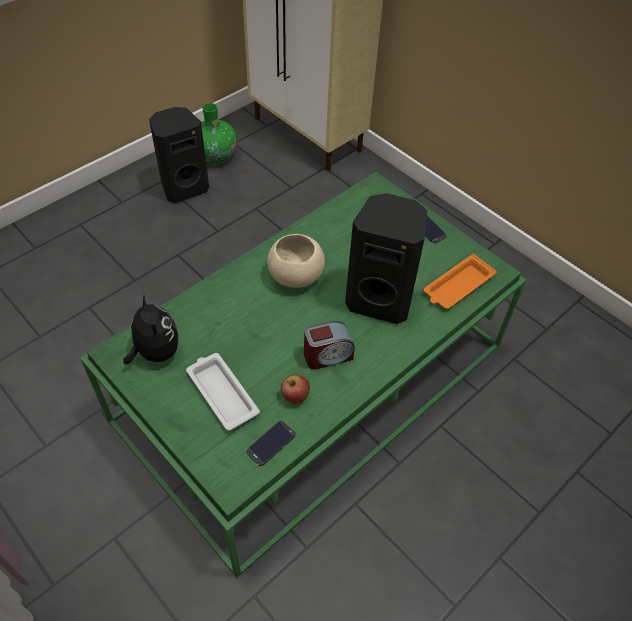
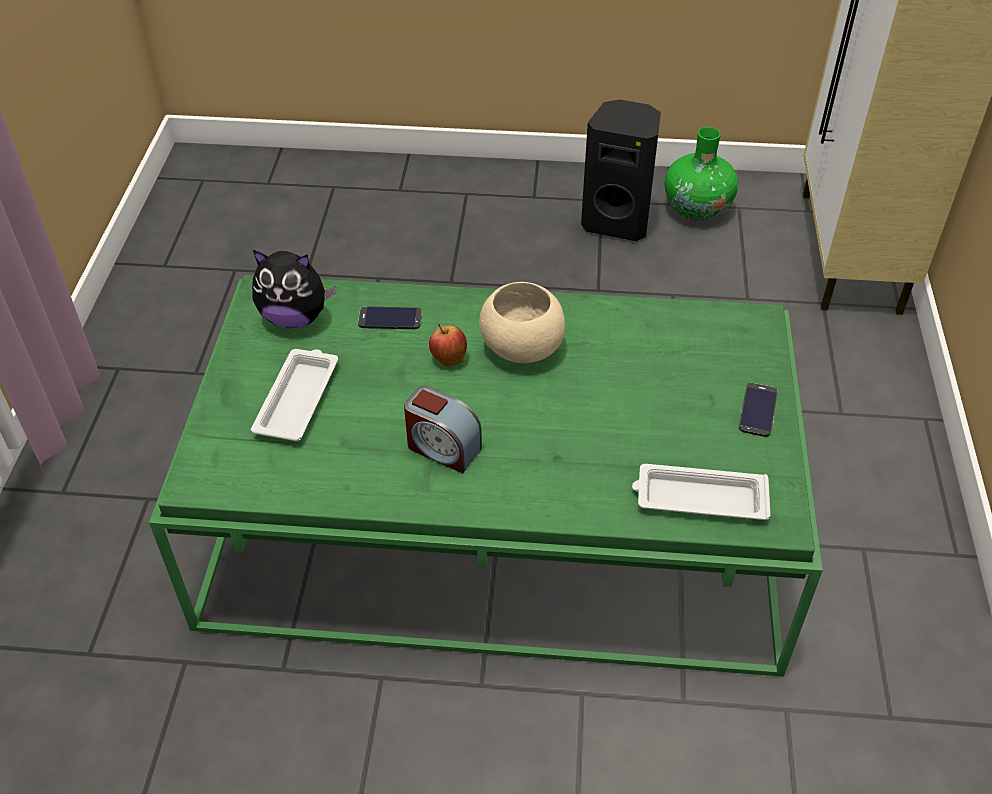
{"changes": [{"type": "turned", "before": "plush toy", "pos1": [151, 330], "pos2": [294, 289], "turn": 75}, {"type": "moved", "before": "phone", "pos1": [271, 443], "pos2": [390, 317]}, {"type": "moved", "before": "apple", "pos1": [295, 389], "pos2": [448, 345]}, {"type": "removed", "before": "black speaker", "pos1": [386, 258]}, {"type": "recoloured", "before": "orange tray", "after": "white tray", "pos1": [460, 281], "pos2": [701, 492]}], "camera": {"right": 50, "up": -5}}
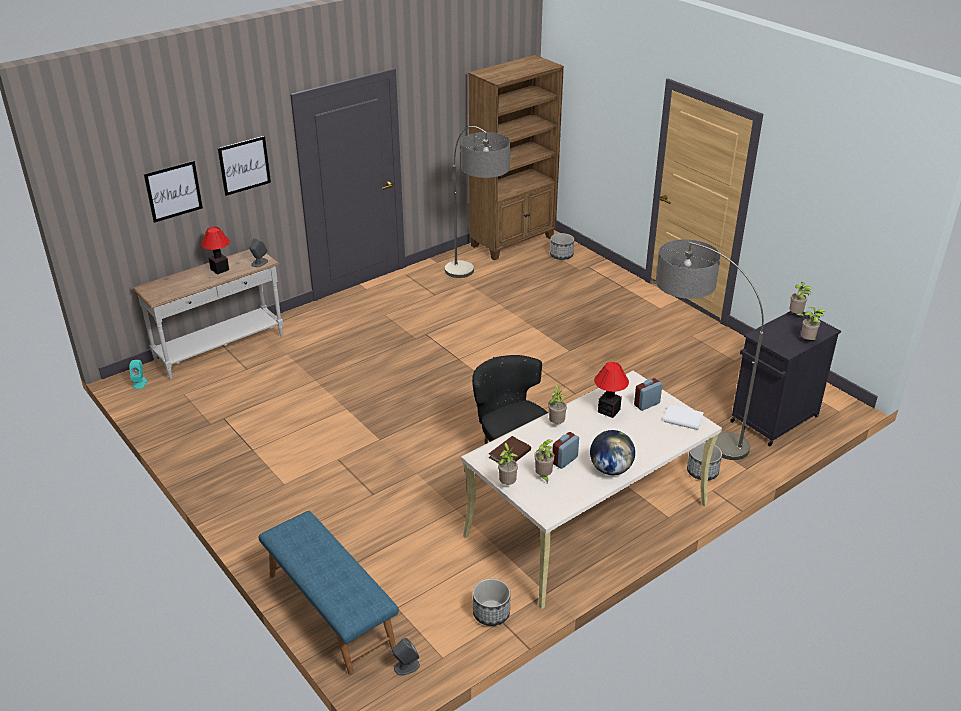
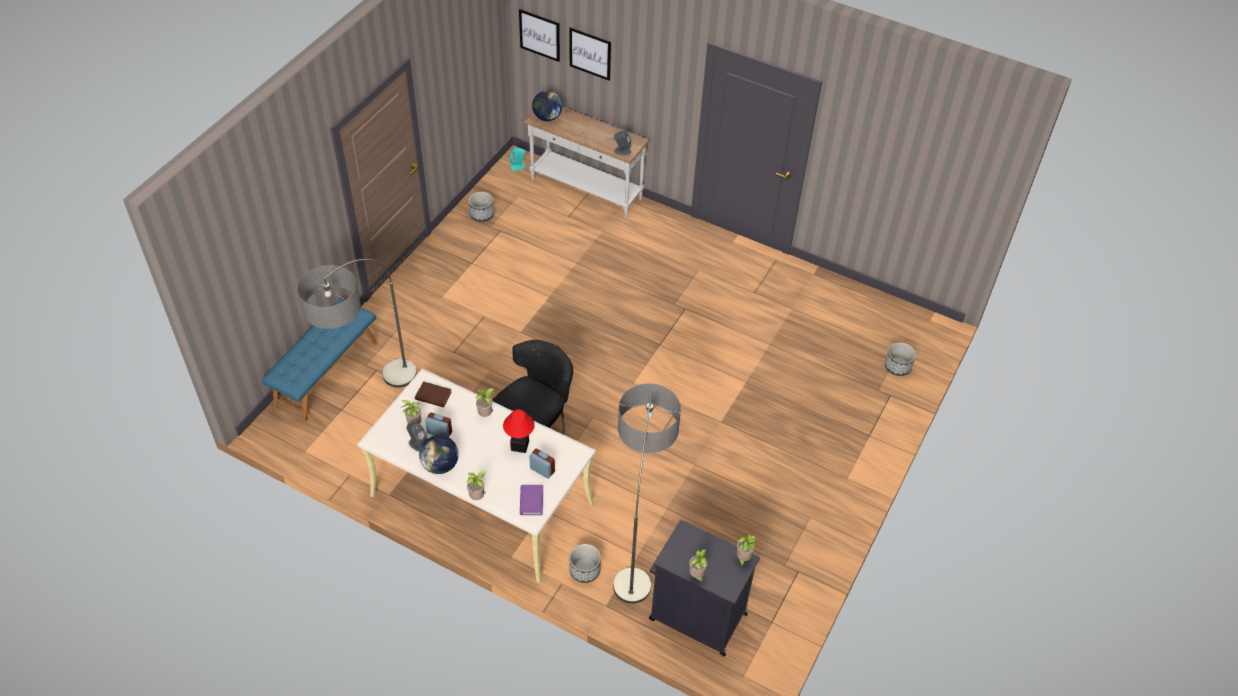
{"changes": [{"type": "removed", "before": "table lamp", "pos1": [215, 251]}, {"type": "moved", "before": "picture", "pos1": [244, 166], "pos2": [539, 35]}, {"type": "moved", "before": "grey speaker", "pos1": [406, 657], "pos2": [417, 437]}, {"type": "moved", "before": "floor lamp", "pos1": [477, 202], "pos2": [357, 323]}, {"type": "removed", "before": "brown bookcase", "pos1": [516, 157]}, {"type": "moved", "before": "planter", "pos1": [492, 602], "pos2": [481, 206]}, {"type": "moved", "before": "potted plant", "pos1": [508, 464], "pos2": [476, 485]}, {"type": "recoloured", "before": "white book", "after": "purple book", "pos1": [684, 417], "pos2": [531, 500]}, {"type": "added", "after": "globe", "pos2": [547, 106]}], "camera": {"right": 65, "up": 15}}
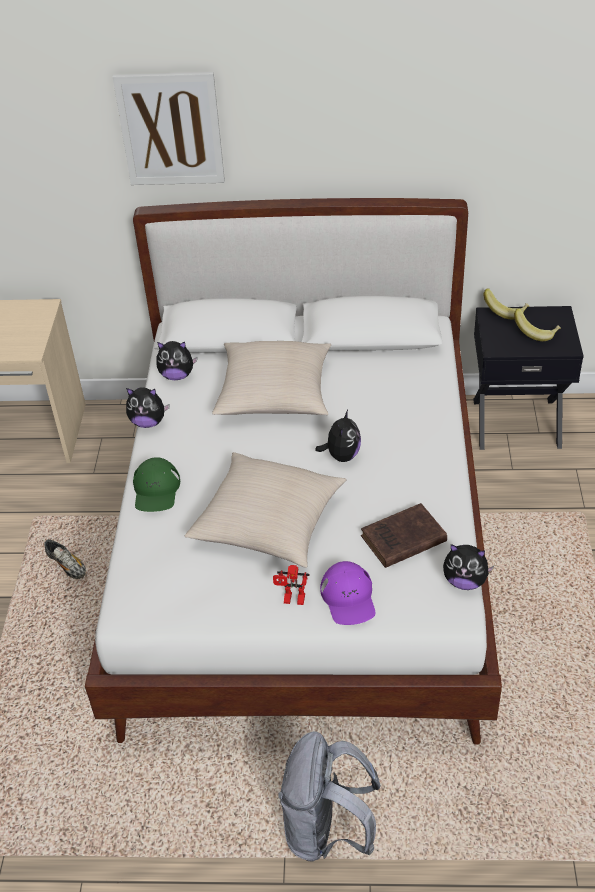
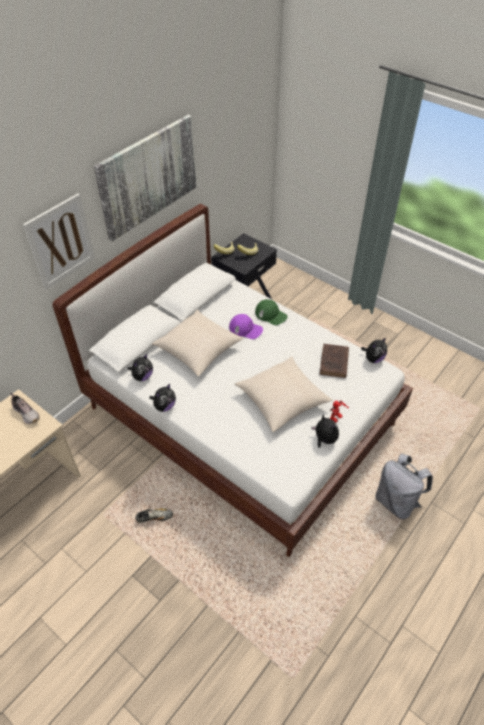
{"changes": [{"type": "moved", "before": "green cap", "pos1": [156, 484], "pos2": [271, 312]}, {"type": "moved", "before": "plush toy", "pos1": [338, 436], "pos2": [325, 431]}, {"type": "moved", "before": "purple cap", "pos1": [348, 593], "pos2": [246, 326]}, {"type": "added", "after": "shoe", "pos2": [24, 408]}, {"type": "added", "after": "picture", "pos2": [145, 178]}], "camera": {"right": -55, "up": 5}}
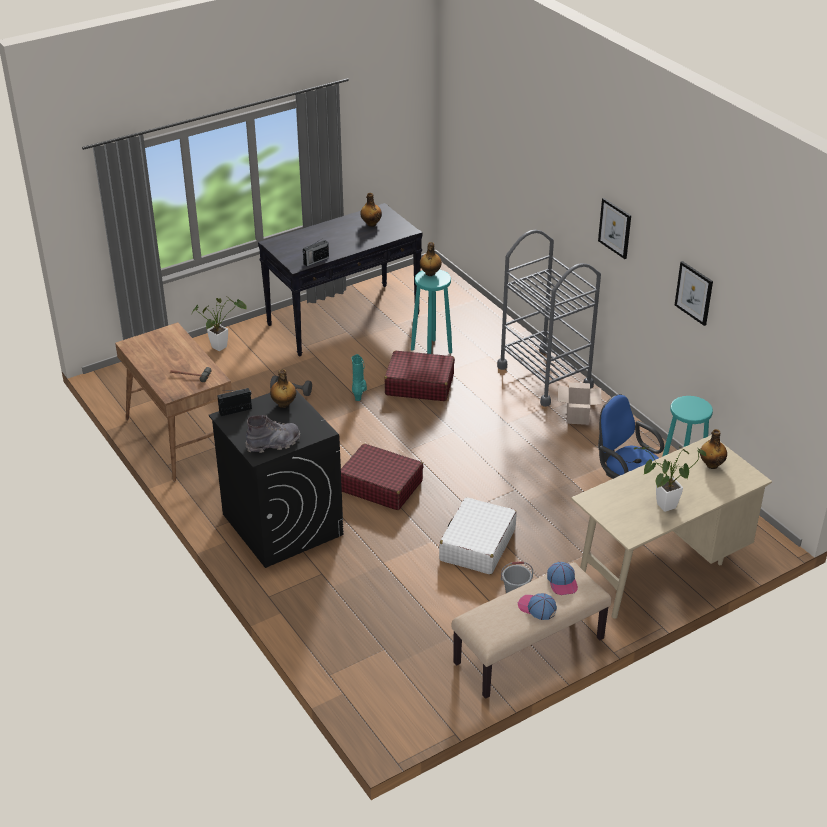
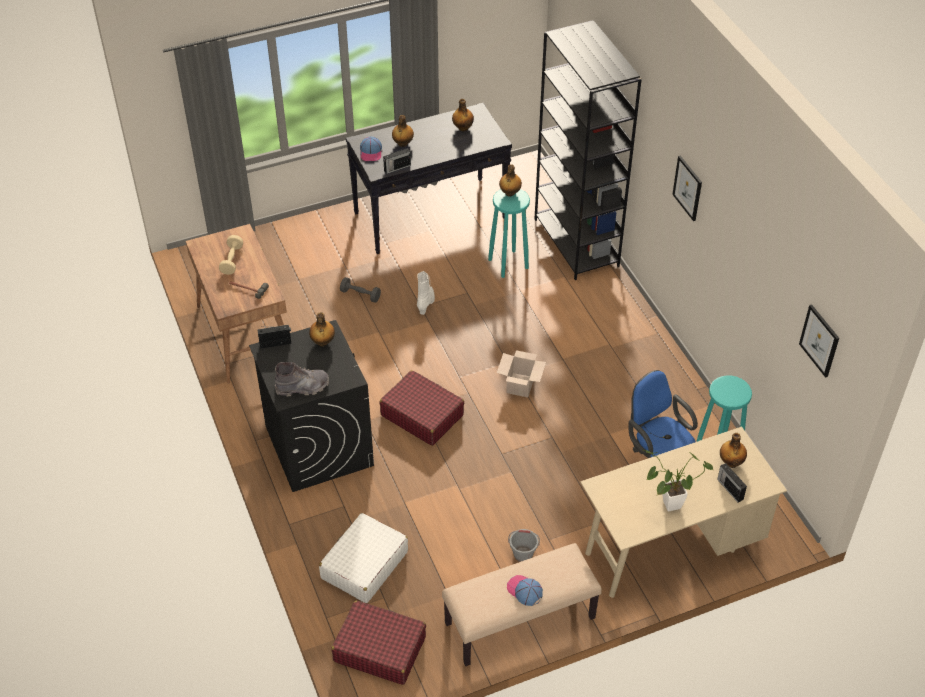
{"changes": [{"type": "removed", "before": "potted plant", "pos1": [219, 324]}, {"type": "recoloured", "before": "turquoise boot", "after": "white boot", "pos1": [359, 377], "pos2": [426, 293]}, {"type": "moved", "before": "red suitcase", "pos1": [419, 376], "pos2": [379, 643]}, {"type": "moved", "before": "white suitcase", "pos1": [478, 536], "pos2": [363, 558]}, {"type": "removed", "before": "grey cart", "pos1": [549, 318]}, {"type": "moved", "before": "cap", "pos1": [562, 578], "pos2": [371, 148]}, {"type": "moved", "before": "cardboard box", "pos1": [580, 403], "pos2": [521, 373]}, {"type": "moved", "before": "picture", "pos1": [694, 293], "pos2": [819, 341]}, {"type": "added", "after": "beige dumbbell", "pos2": [231, 255]}, {"type": "added", "after": "bottle", "pos2": [403, 131]}, {"type": "added", "after": "black bookcase", "pos2": [588, 150]}, {"type": "added", "after": "radio", "pos2": [732, 482]}], "camera": {"right": 10, "up": 10}}
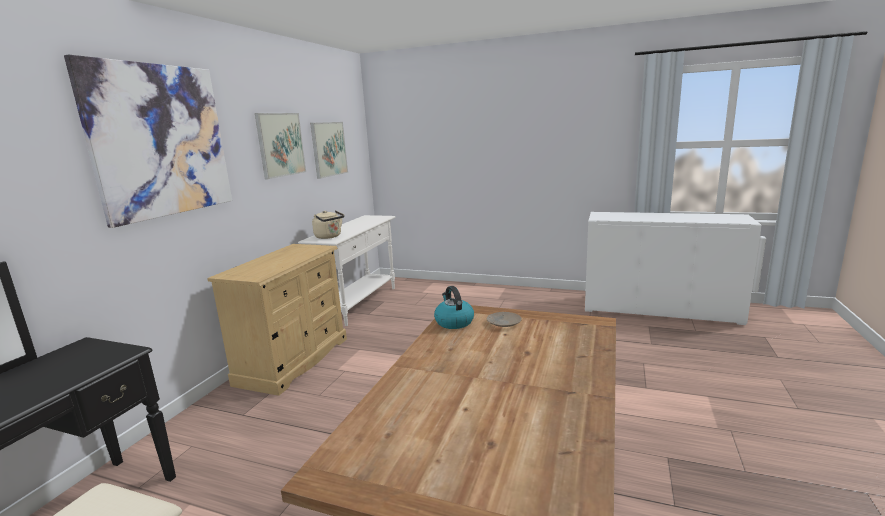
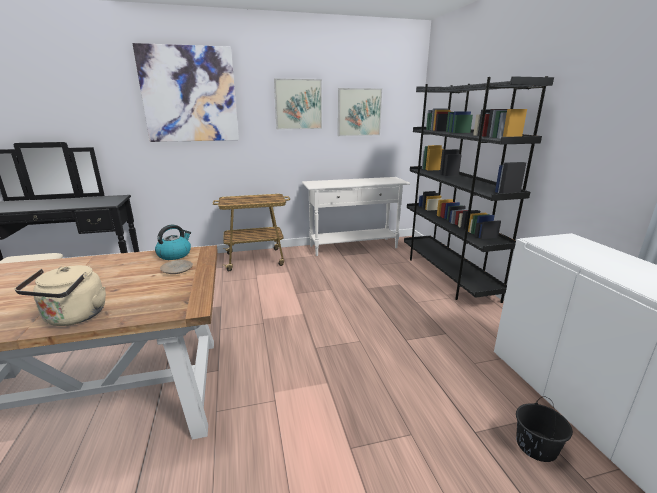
{"changes": [{"type": "replaced", "before": "beige dresser", "after": "cart", "pos1": [277, 320], "pos2": [251, 232]}, {"type": "moved", "before": "beige kettle", "pos1": [328, 224], "pos2": [60, 295]}, {"type": "added", "after": "black bookcase", "pos2": [479, 189]}, {"type": "added", "after": "black bucket", "pos2": [544, 429]}], "camera": {"right": 55, "up": 5}}
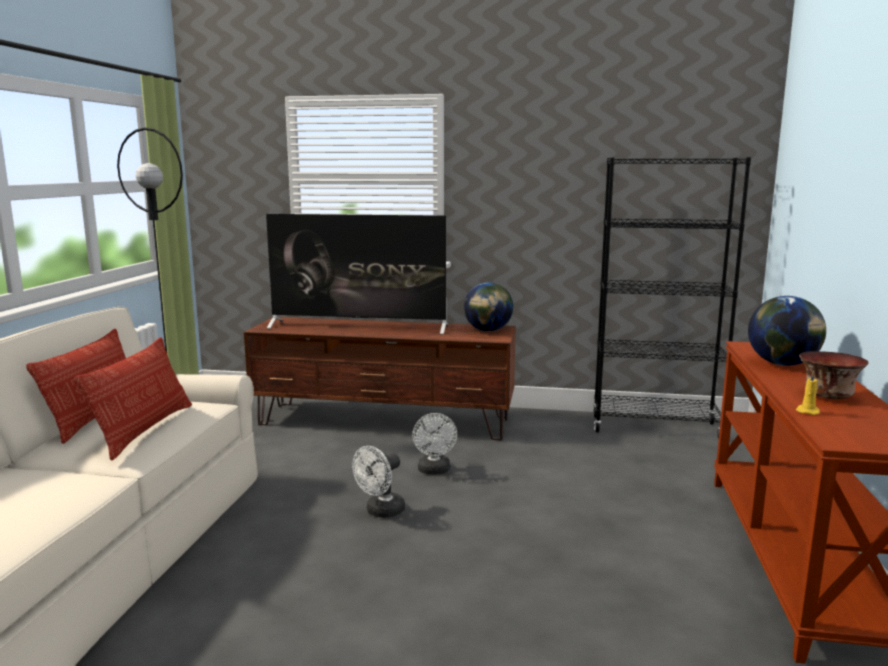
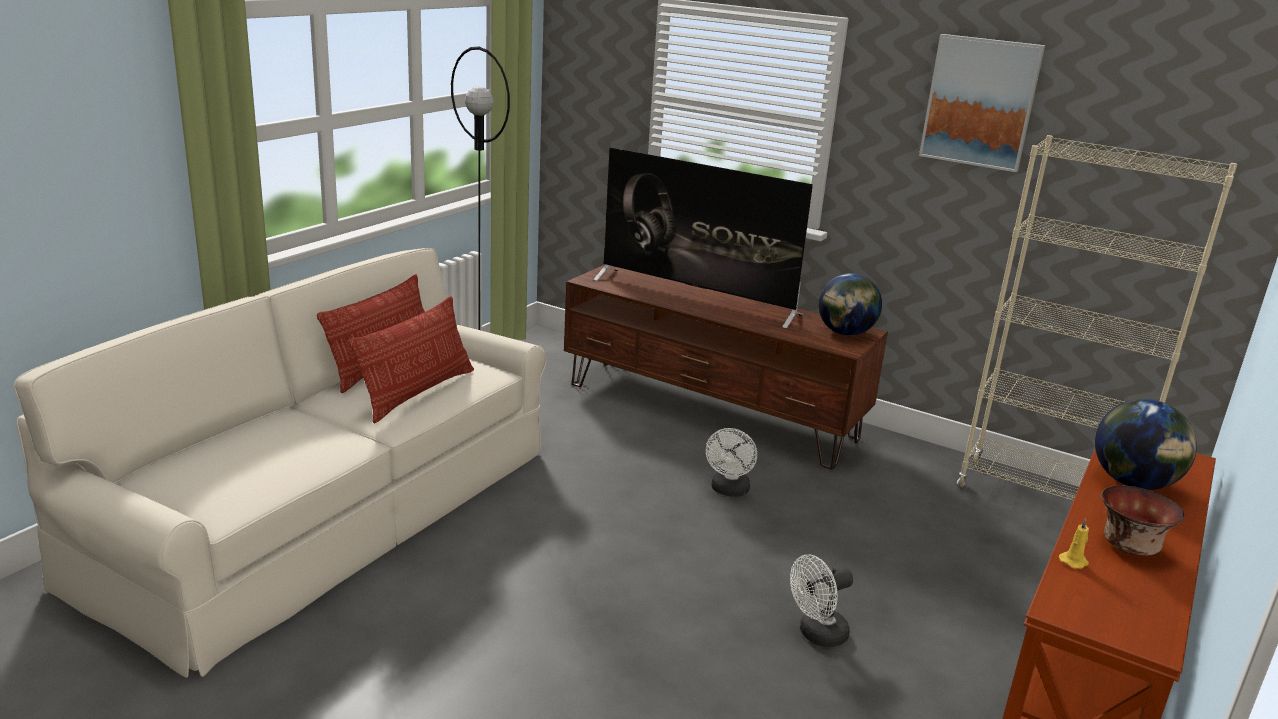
{"changes": [{"type": "moved", "before": "white fan", "pos1": [378, 482], "pos2": [821, 600]}, {"type": "recoloured", "before": "black bookcase", "after": "beige bookcase", "pos1": [672, 298], "pos2": [1097, 317]}, {"type": "added", "after": "picture", "pos2": [982, 103]}], "camera": {"right": 20, "up": 10}}
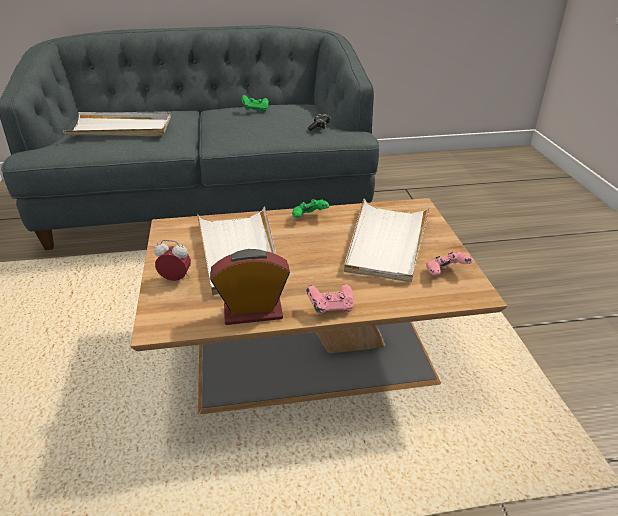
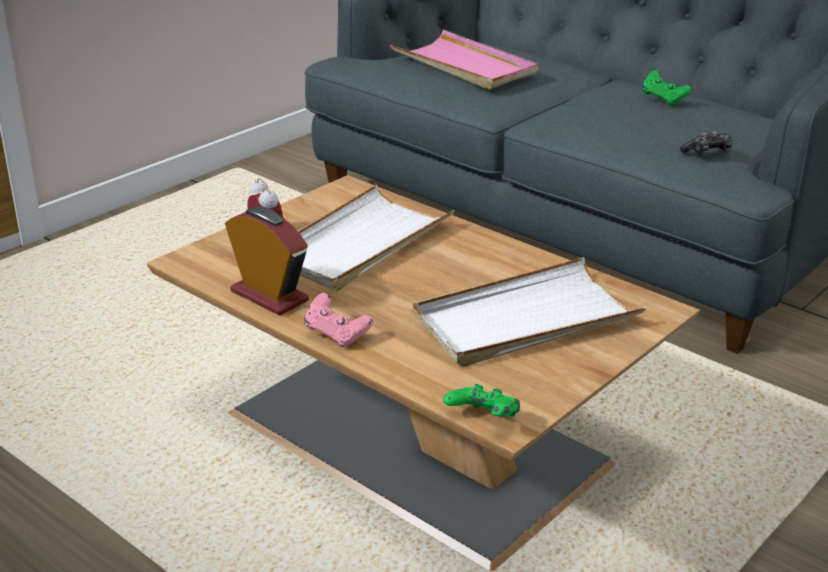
{"changes": [{"type": "recoloured", "before": "white tray", "after": "pink tray", "pos1": [117, 124], "pos2": [464, 60]}, {"type": "moved", "before": "green game controller", "pos1": [311, 208], "pos2": [481, 400]}, {"type": "removed", "before": "pink game controller", "pos1": [449, 264]}], "camera": {"right": 50, "up": -5}}
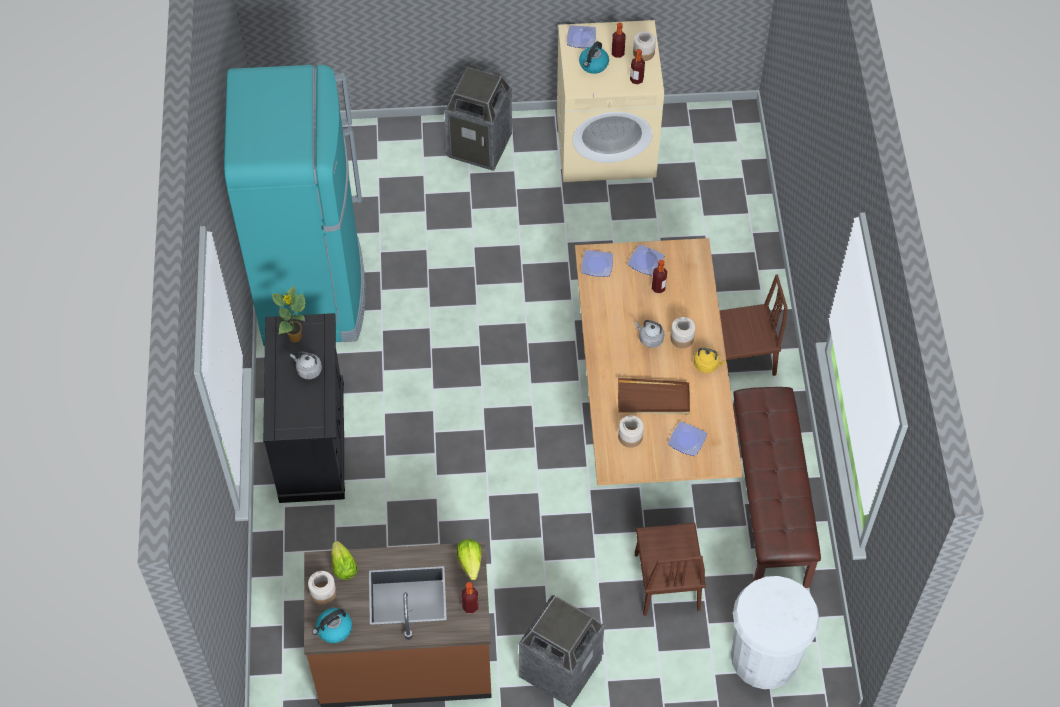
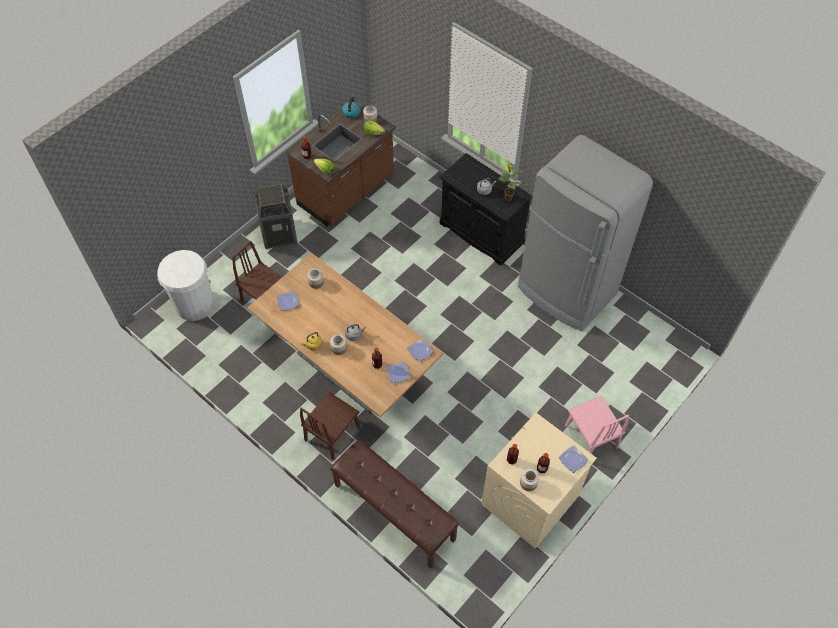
{"changes": [{"type": "recoloured", "before": "turquoise fridge", "after": "grey fridge", "pos1": [295, 205], "pos2": [585, 233]}, {"type": "replaced", "before": "trash can", "after": "pink chair", "pos1": [478, 119], "pos2": [597, 424]}, {"type": "removed", "before": "kettle", "pos1": [594, 57]}, {"type": "removed", "before": "brown tray", "pos1": [654, 396]}, {"type": "moved", "before": "brown bench", "pos1": [777, 487], "pos2": [394, 504]}], "camera": {"right": 135, "up": 0}}
